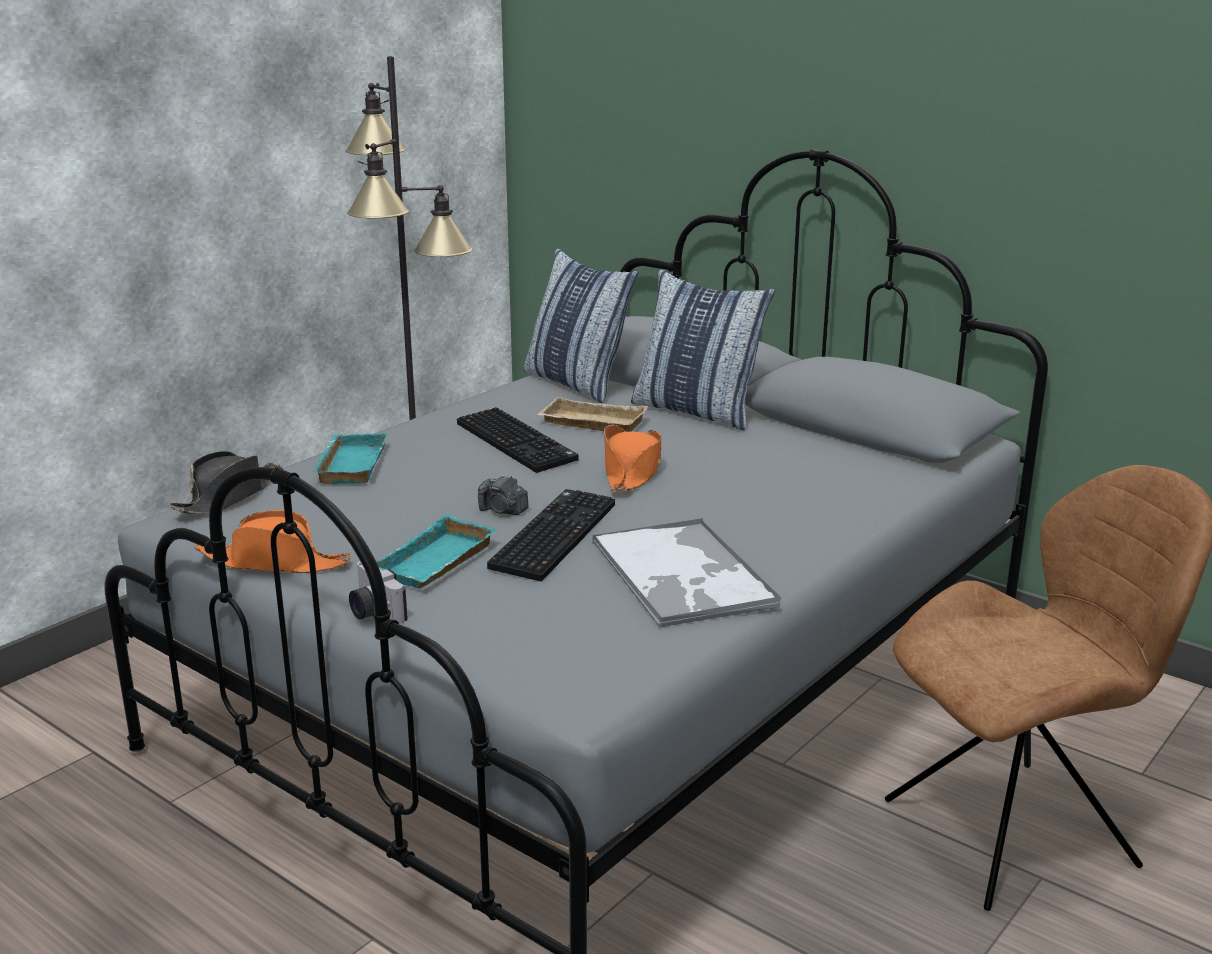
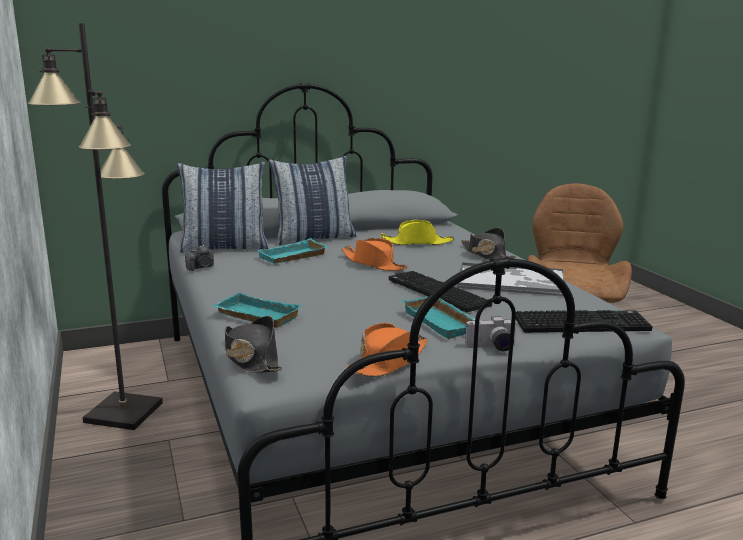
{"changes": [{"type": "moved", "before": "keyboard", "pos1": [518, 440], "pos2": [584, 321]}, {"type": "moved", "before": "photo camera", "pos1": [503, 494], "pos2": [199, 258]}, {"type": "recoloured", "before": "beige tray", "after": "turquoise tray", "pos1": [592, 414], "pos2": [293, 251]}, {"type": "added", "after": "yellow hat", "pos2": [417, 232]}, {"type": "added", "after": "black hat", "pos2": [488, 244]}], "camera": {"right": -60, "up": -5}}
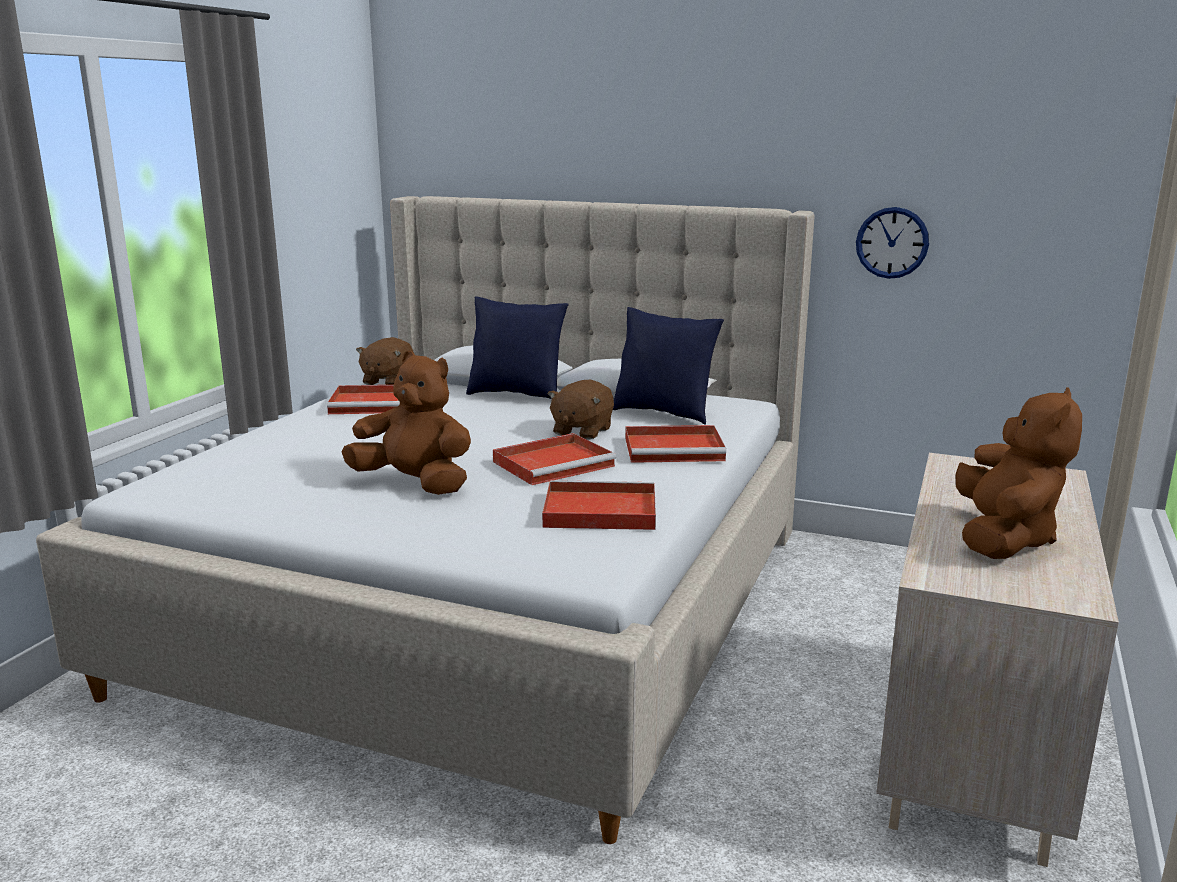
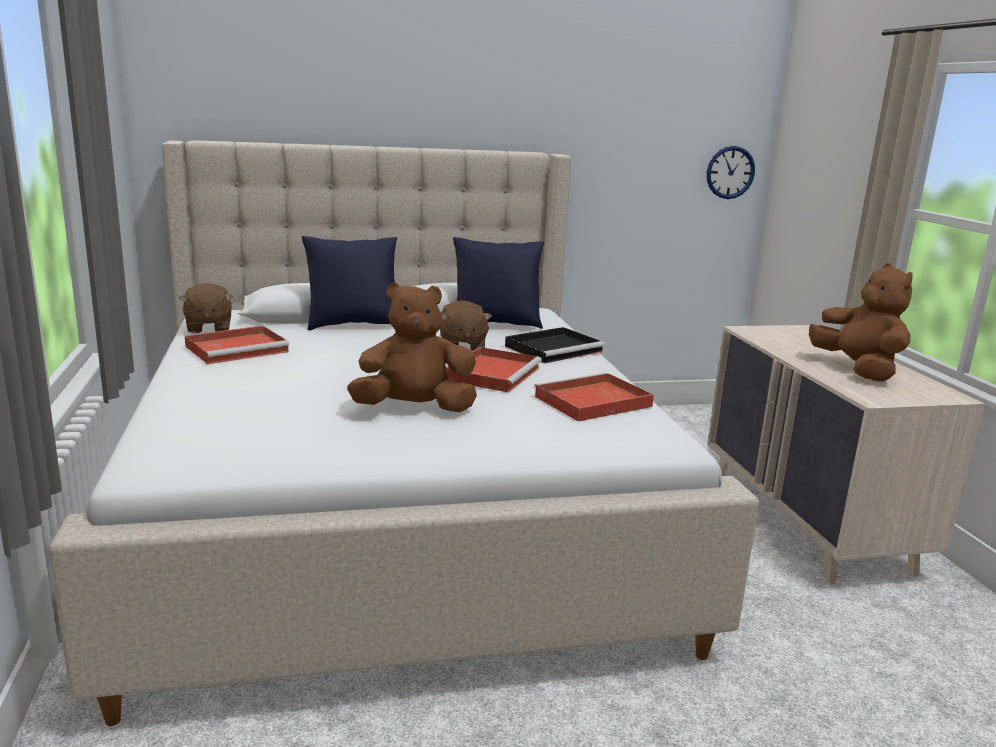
{"changes": [{"type": "recoloured", "before": "red tray", "after": "black tray", "pos1": [675, 444], "pos2": [555, 345]}, {"type": "moved", "before": "wall clock", "pos1": [892, 243], "pos2": [731, 172]}], "camera": {"right": -35, "up": 0}}
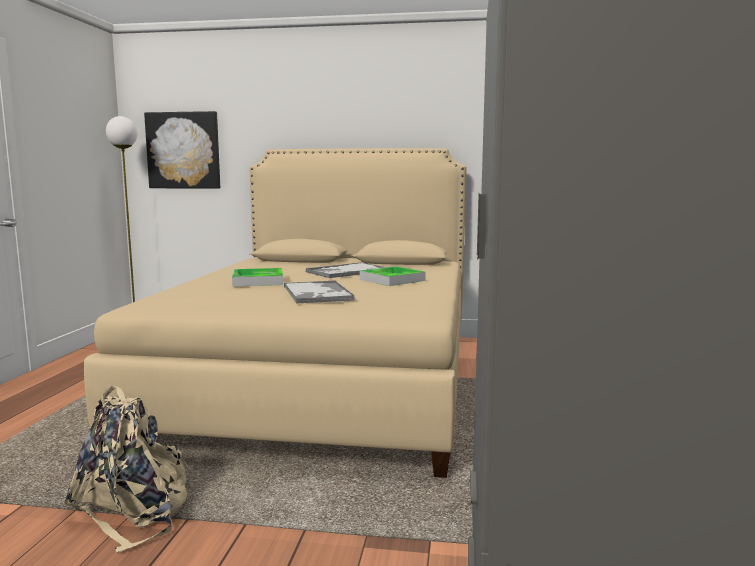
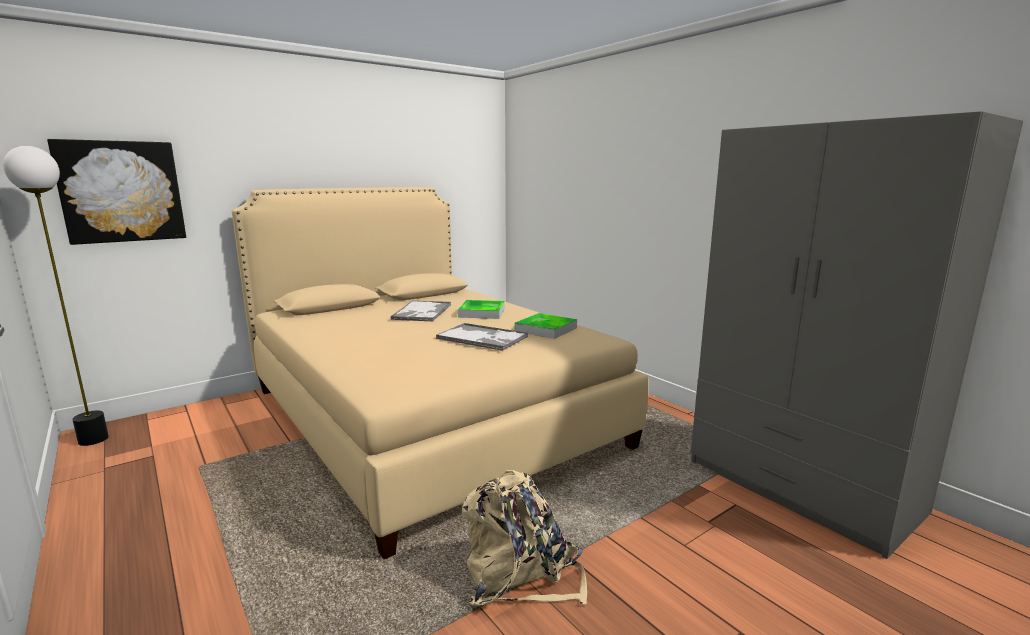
{"changes": [{"type": "moved", "before": "tray", "pos1": [257, 277], "pos2": [546, 326]}], "camera": {"right": -45, "up": 5}}
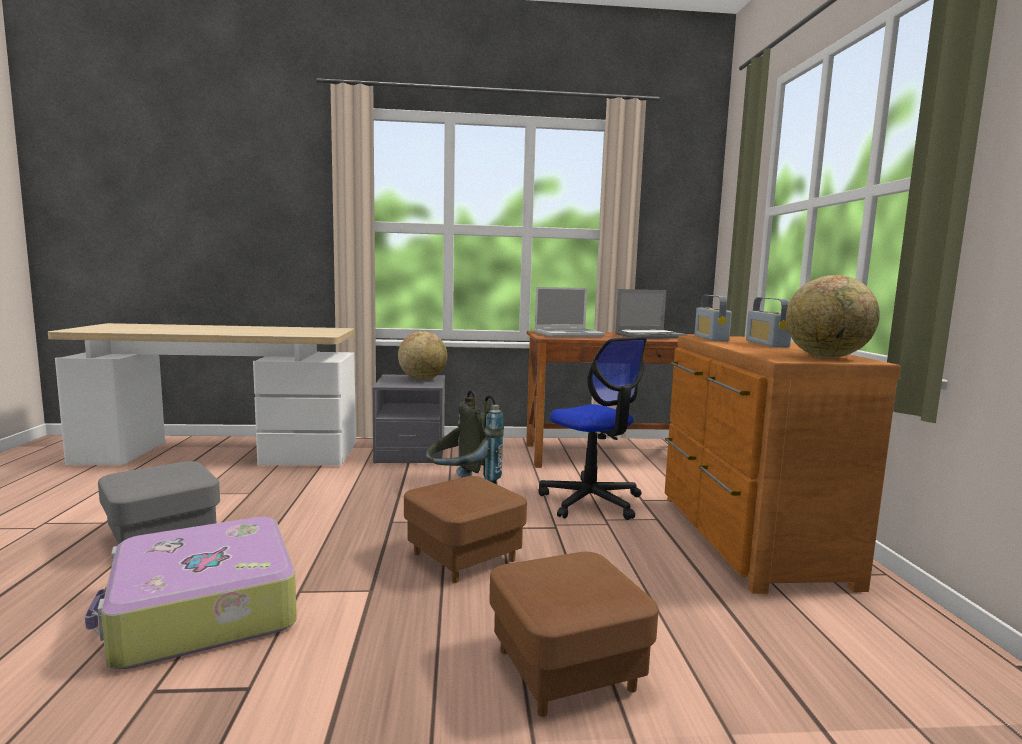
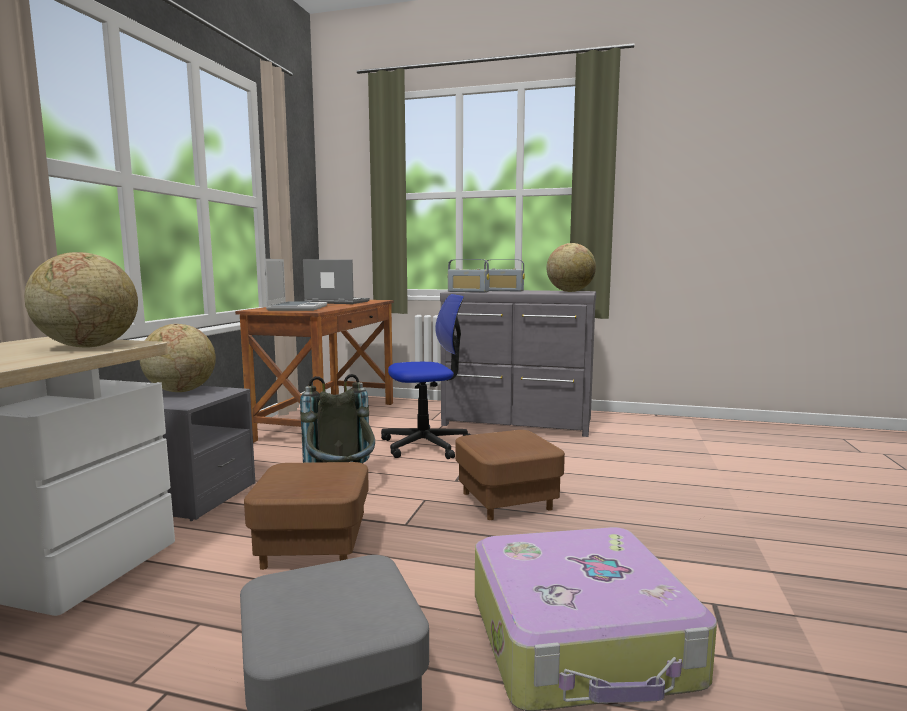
{"changes": [{"type": "moved", "before": "brown ottoman", "pos1": [574, 634], "pos2": [306, 516]}, {"type": "turned", "before": "laptop", "pos1": [651, 314], "pos2": [336, 281], "turn": -75}, {"type": "recoloured", "before": "brown dresser", "after": "grey dresser", "pos1": [783, 464], "pos2": [518, 363]}, {"type": "added", "after": "globe", "pos2": [81, 300]}], "camera": {"right": -70, "up": 0}}
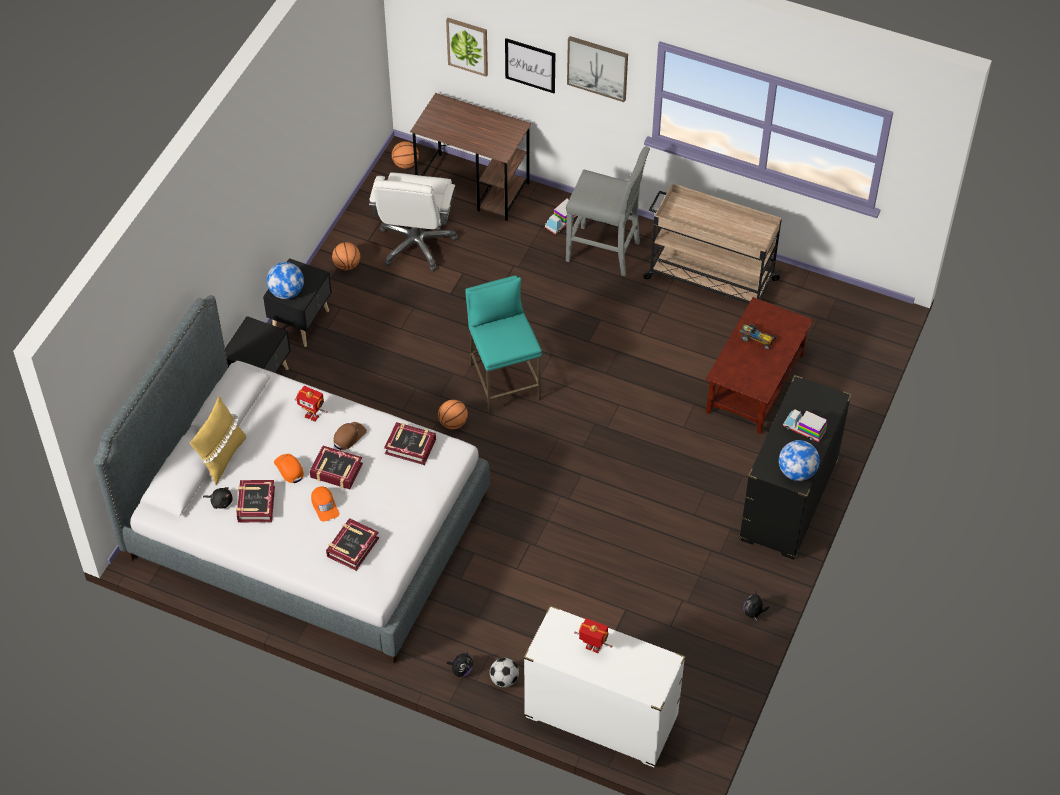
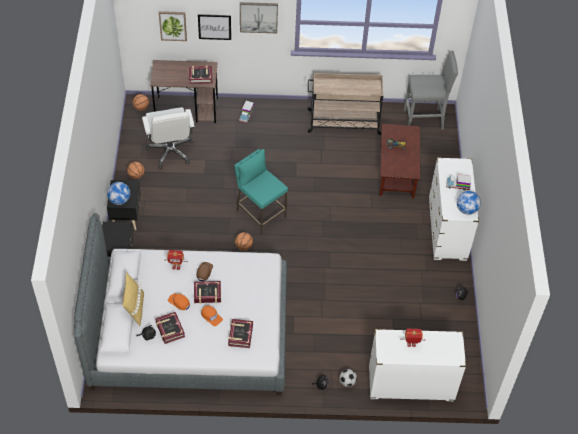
{"changes": [{"type": "moved", "before": "book", "pos1": [410, 443], "pos2": [200, 75]}, {"type": "moved", "before": "grey stool", "pos1": [608, 211], "pos2": [431, 90]}, {"type": "recoloured", "before": "black dresser", "after": "white dresser", "pos1": [795, 467], "pos2": [454, 209]}], "camera": {"right": -25, "up": 0}}
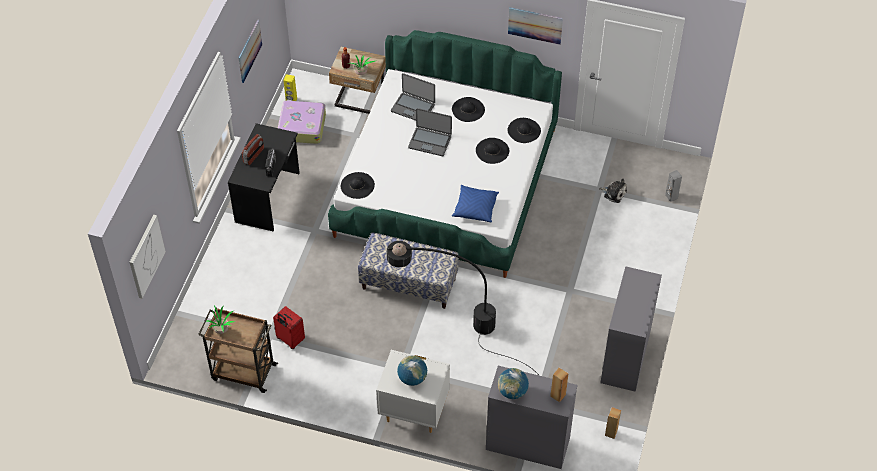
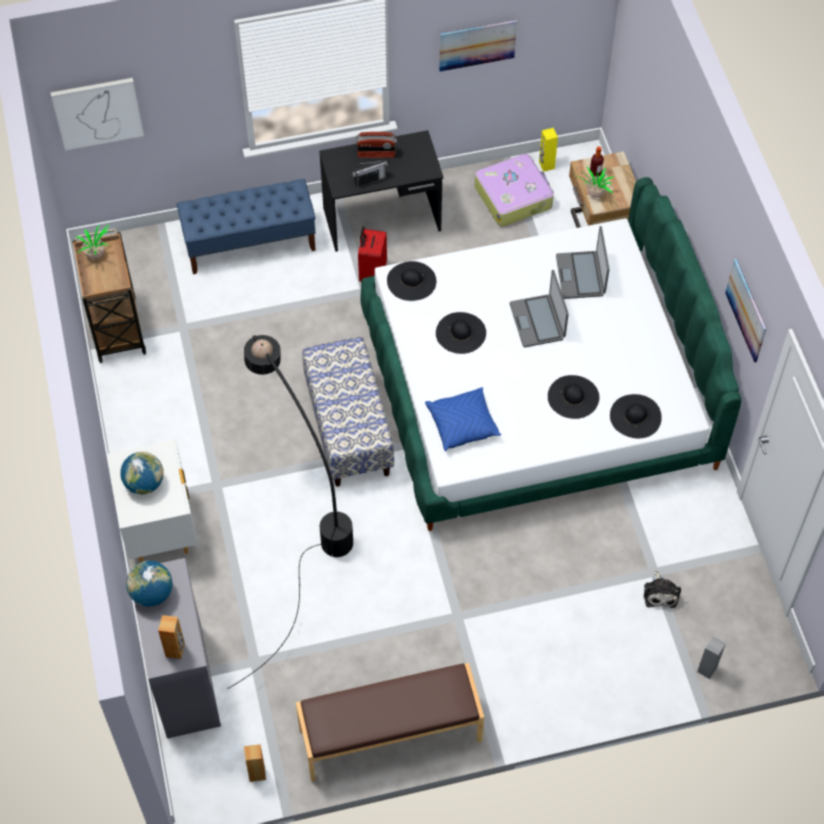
{"changes": [{"type": "moved", "before": "red suitcase", "pos1": [289, 327], "pos2": [372, 254]}, {"type": "moved", "before": "black hat", "pos1": [468, 109], "pos2": [461, 333]}, {"type": "replaced", "before": "grey dresser", "after": "brown bench", "pos1": [631, 329], "pos2": [390, 722]}, {"type": "added", "after": "blue bench", "pos2": [246, 226]}], "camera": {"right": 60, "up": 5}}
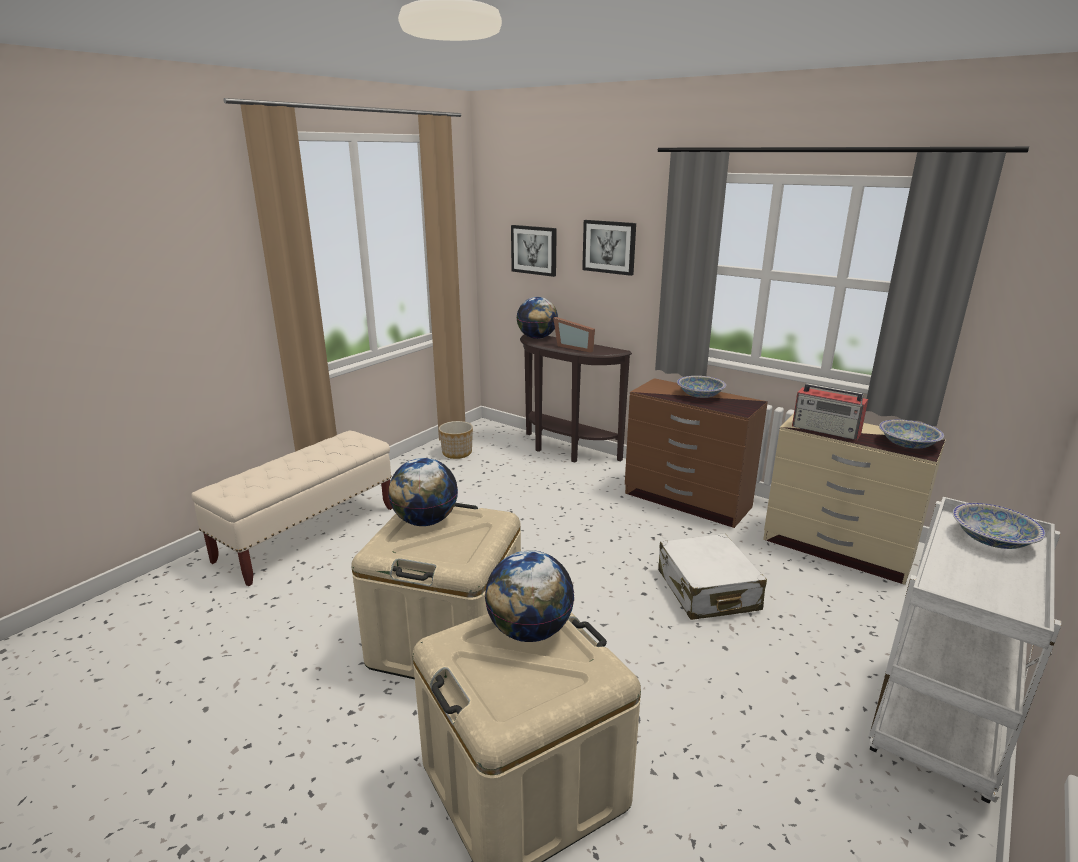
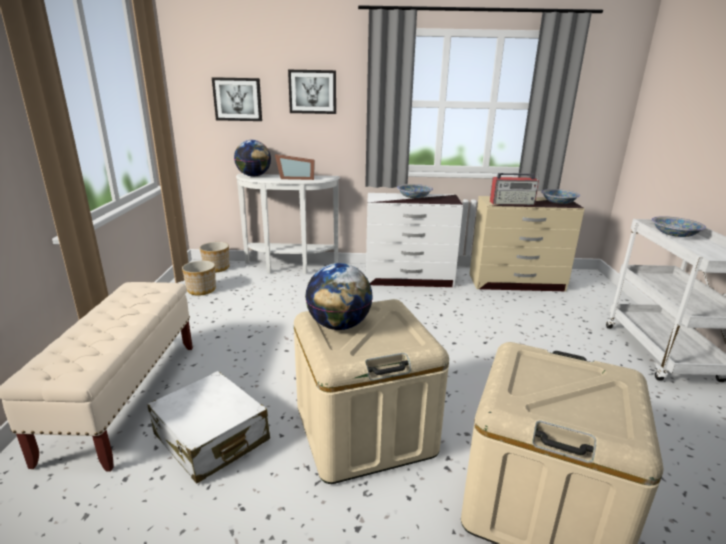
{"changes": [{"type": "removed", "before": "globe", "pos1": [530, 596]}, {"type": "recoloured", "before": "brown console table", "after": "white console table", "pos1": [576, 398], "pos2": [288, 224]}, {"type": "recoloured", "before": "brown dresser", "after": "white dresser", "pos1": [696, 453], "pos2": [414, 240]}, {"type": "moved", "before": "white suitcase", "pos1": [712, 576], "pos2": [208, 427]}, {"type": "added", "after": "planter", "pos2": [214, 257]}], "camera": {"right": -35, "up": 0}}
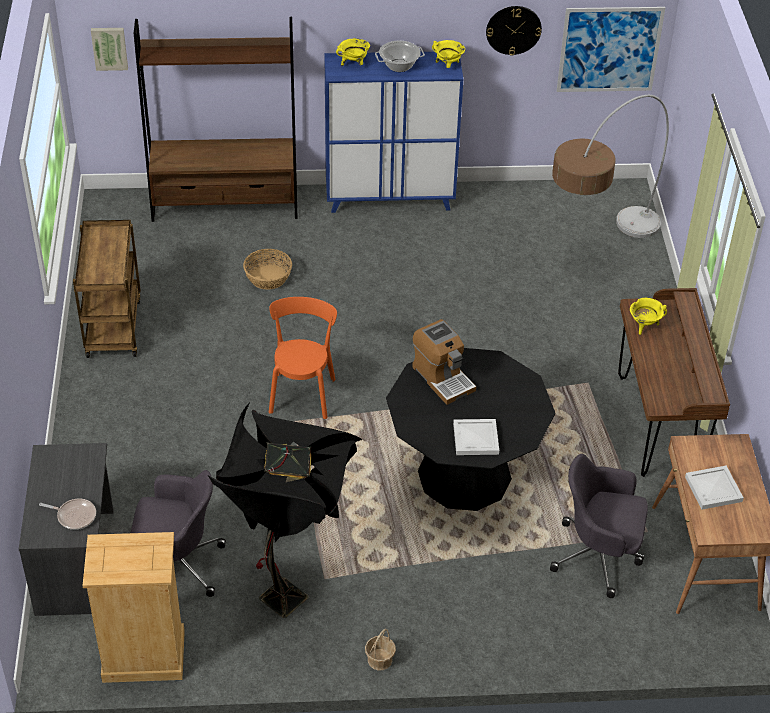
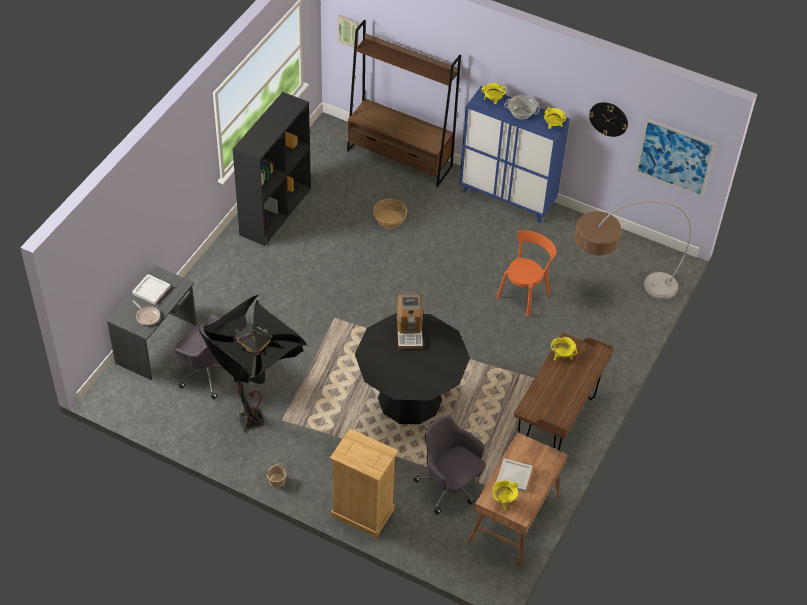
{"changes": [{"type": "replaced", "before": "brown cart", "after": "black bookcase", "pos1": [107, 289], "pos2": [272, 169]}, {"type": "moved", "before": "beige dresser", "pos1": [133, 607], "pos2": [364, 483]}, {"type": "moved", "before": "orange chair", "pos1": [303, 358], "pos2": [526, 273]}, {"type": "moved", "before": "white tray", "pos1": [476, 437], "pos2": [151, 289]}, {"type": "added", "after": "yellow cooking pot", "pos2": [505, 495]}], "camera": {"right": 30, "up": 5}}
